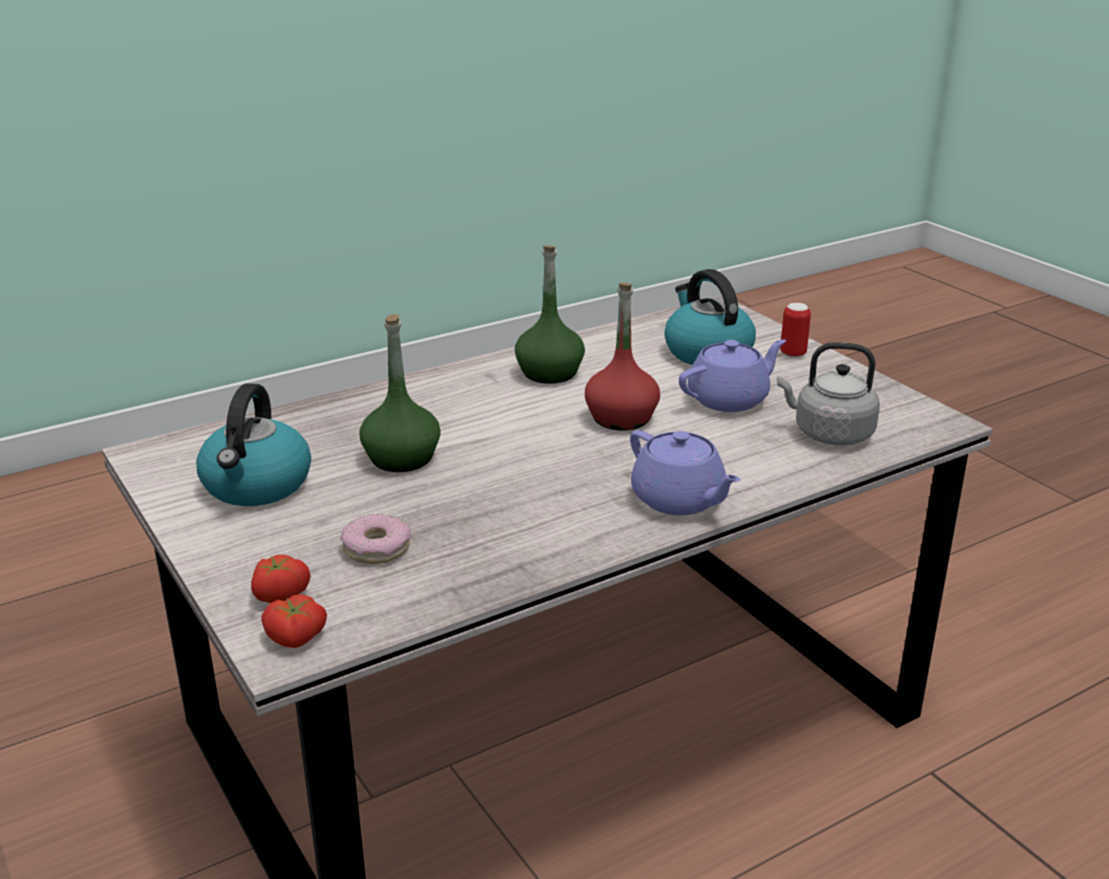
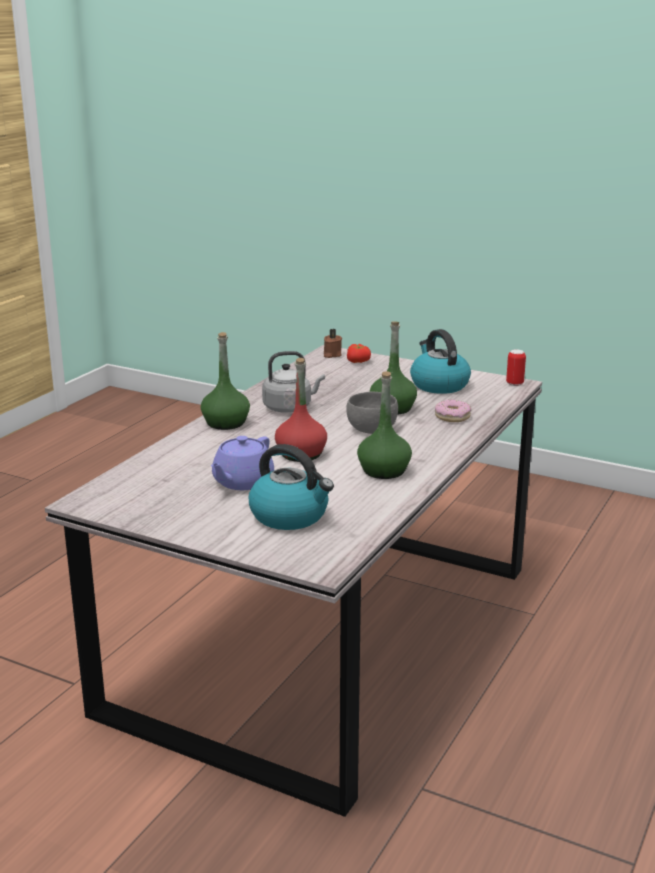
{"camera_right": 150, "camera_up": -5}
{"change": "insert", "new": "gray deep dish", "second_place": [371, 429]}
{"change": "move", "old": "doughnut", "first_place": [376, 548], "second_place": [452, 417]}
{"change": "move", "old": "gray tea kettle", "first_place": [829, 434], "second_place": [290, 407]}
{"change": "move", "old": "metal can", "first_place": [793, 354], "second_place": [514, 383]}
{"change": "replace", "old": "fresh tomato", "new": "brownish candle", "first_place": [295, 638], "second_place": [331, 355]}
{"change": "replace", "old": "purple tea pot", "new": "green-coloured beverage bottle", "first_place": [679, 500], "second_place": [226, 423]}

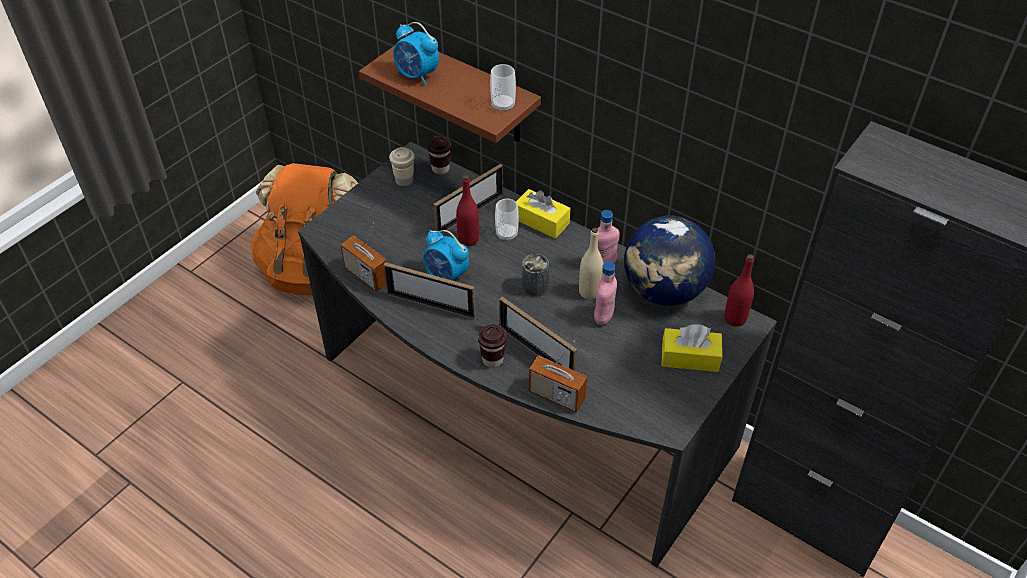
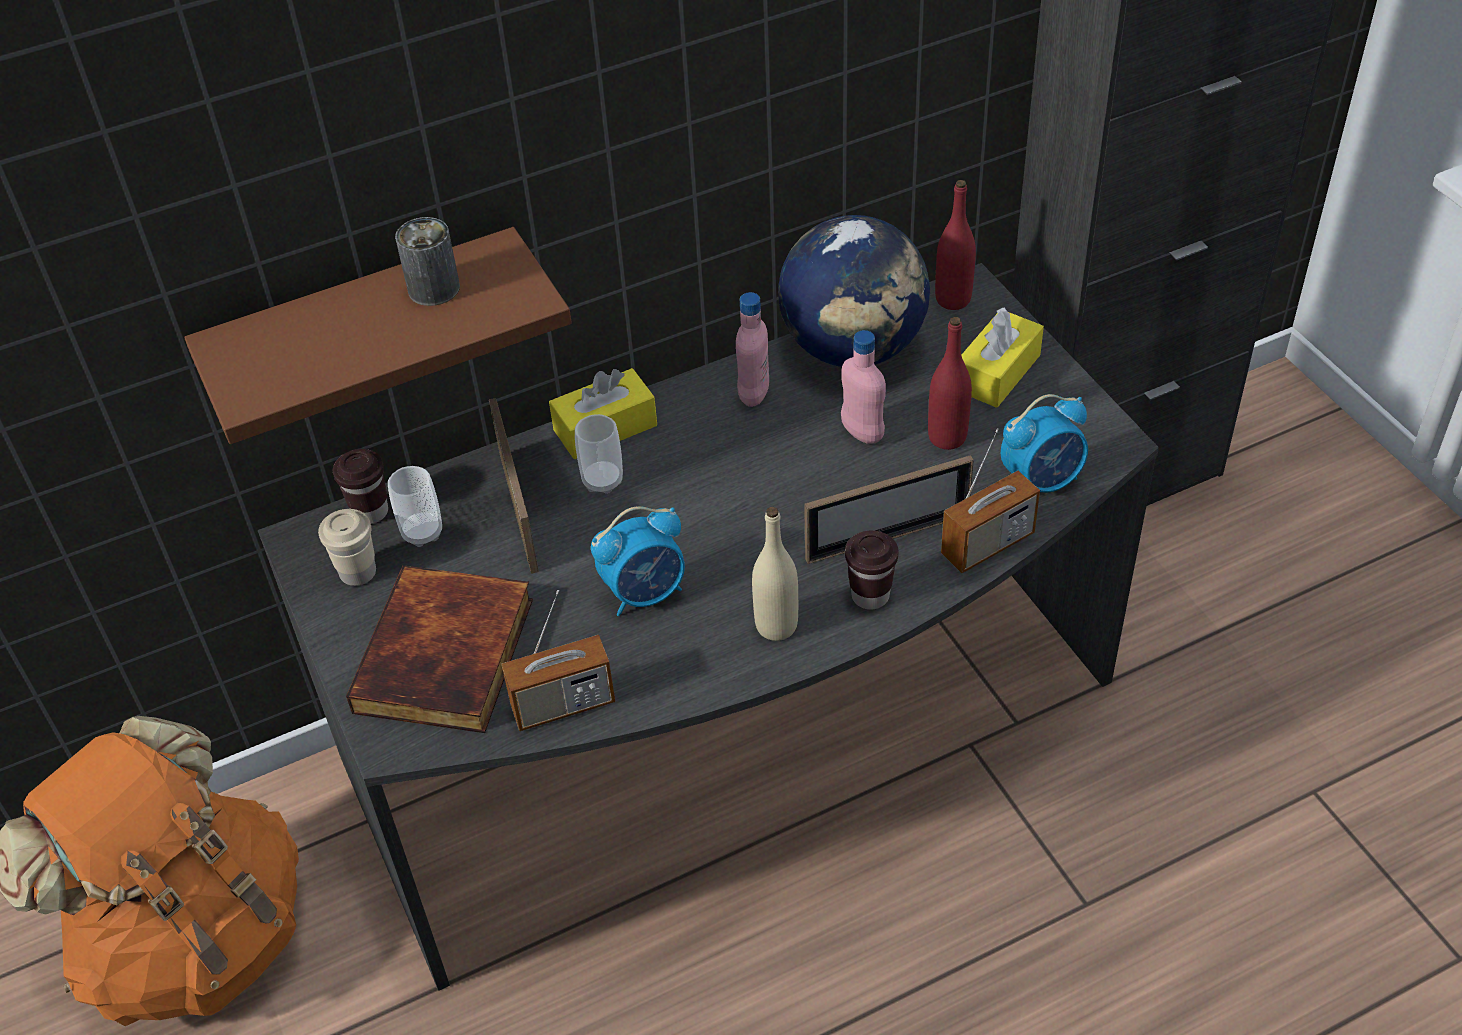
{"camera_right": -60, "camera_up": 0}
{"change": "delete", "old": "photo frame", "first_place": [431, 305]}
{"change": "insert", "new": "volume", "second_place": [448, 657]}
{"change": "move", "old": "table clock", "first_place": [417, 76], "second_place": [1042, 481]}
{"change": "move", "old": "reddish beverage bottle", "first_place": [468, 239], "second_place": [947, 437]}
{"change": "move", "old": "small cup", "first_place": [503, 105], "second_place": [422, 532]}
{"change": "move", "old": "metal can", "first_place": [535, 287], "second_place": [434, 288]}
{"change": "move", "old": "beige-coloured beverage bottle", "first_place": [589, 292], "second_place": [776, 626]}

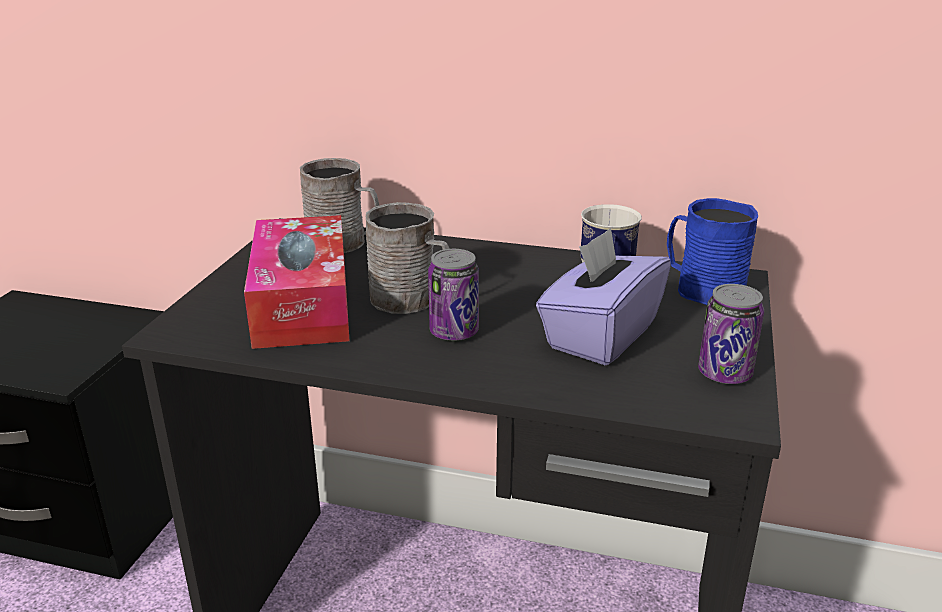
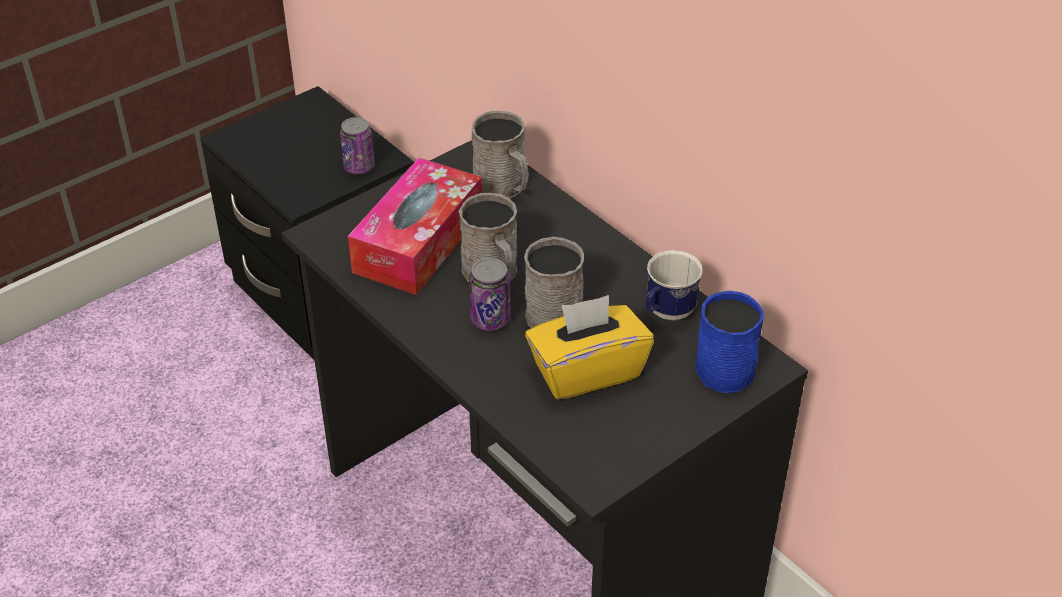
{"camera_right": 35, "camera_up": 15}
{"change": "insert", "new": "gray tea mug", "second_place": [558, 309]}
{"change": "move", "old": "metal can", "first_place": [724, 374], "second_place": [359, 167]}
{"change": "recolor", "old": "purple tissue box", "new": "yellow-coloured tissue box", "first_place": [600, 335], "second_place": [586, 371]}

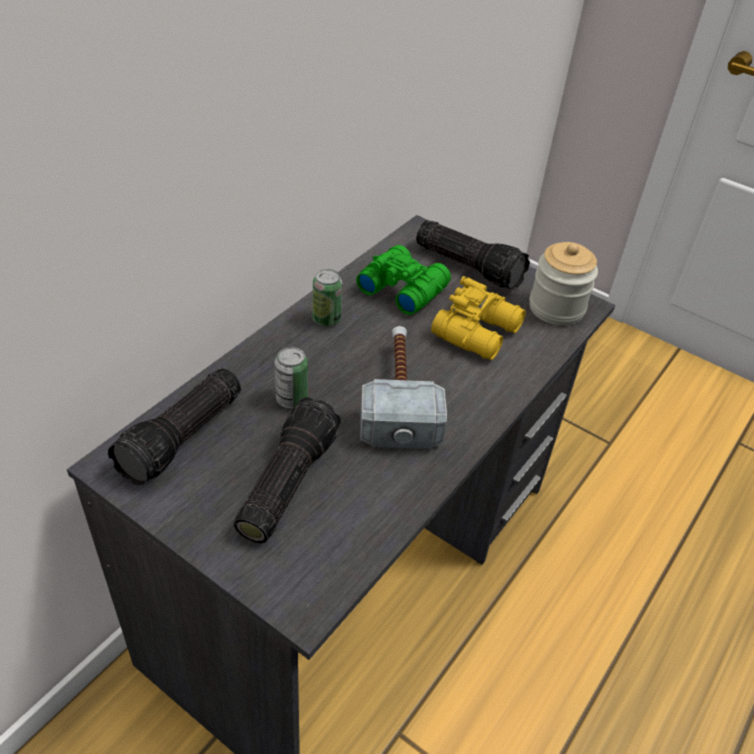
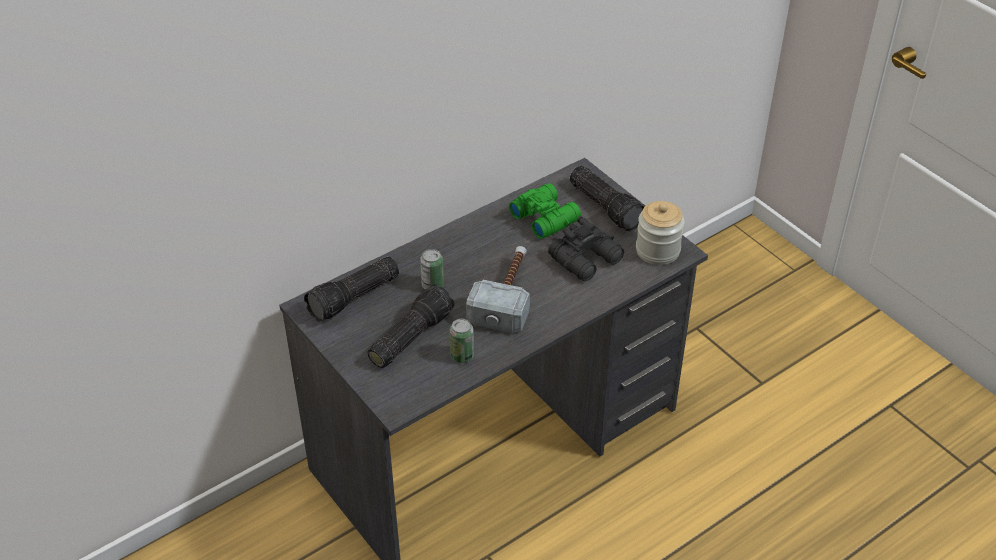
{"camera_right": 20, "camera_up": 0}
{"change": "move", "old": "metal can", "first_place": [326, 319], "second_place": [462, 356]}
{"change": "recolor", "old": "yellow-coloured pair of binoculars", "new": "black pair of binoculars", "first_place": [479, 332], "second_place": [587, 259]}

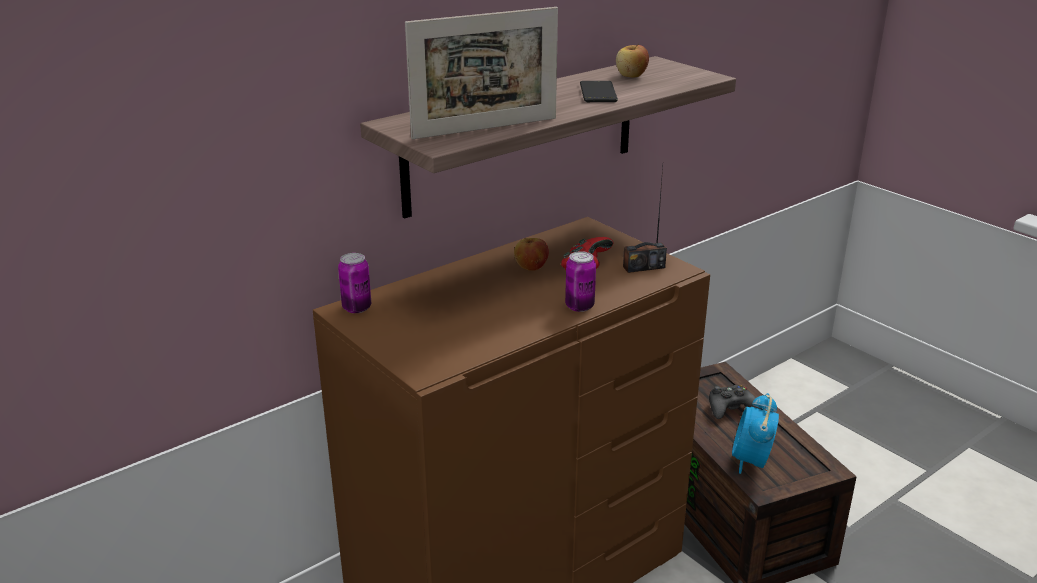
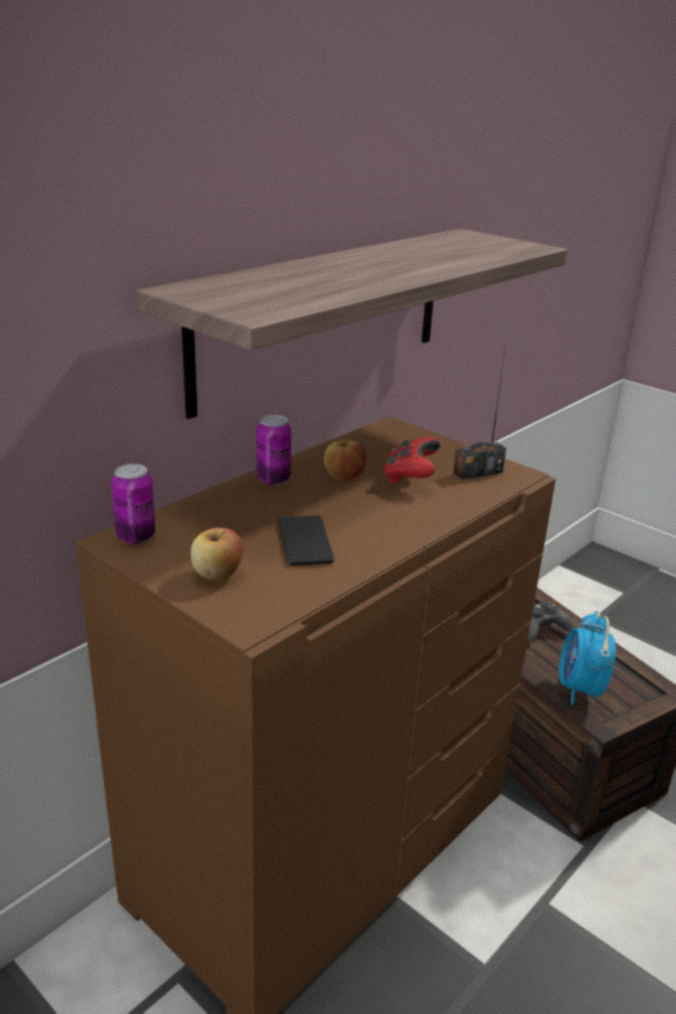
{"camera_right": -10, "camera_up": 0}
{"change": "delete", "old": "photo frame", "first_place": [485, 128]}
{"change": "move", "old": "metal can", "first_place": [579, 306], "second_place": [273, 479]}
{"change": "move", "old": "handset", "first_place": [598, 93], "second_place": [305, 541]}
{"change": "move", "old": "apple fruit", "first_place": [631, 76], "second_place": [217, 574]}

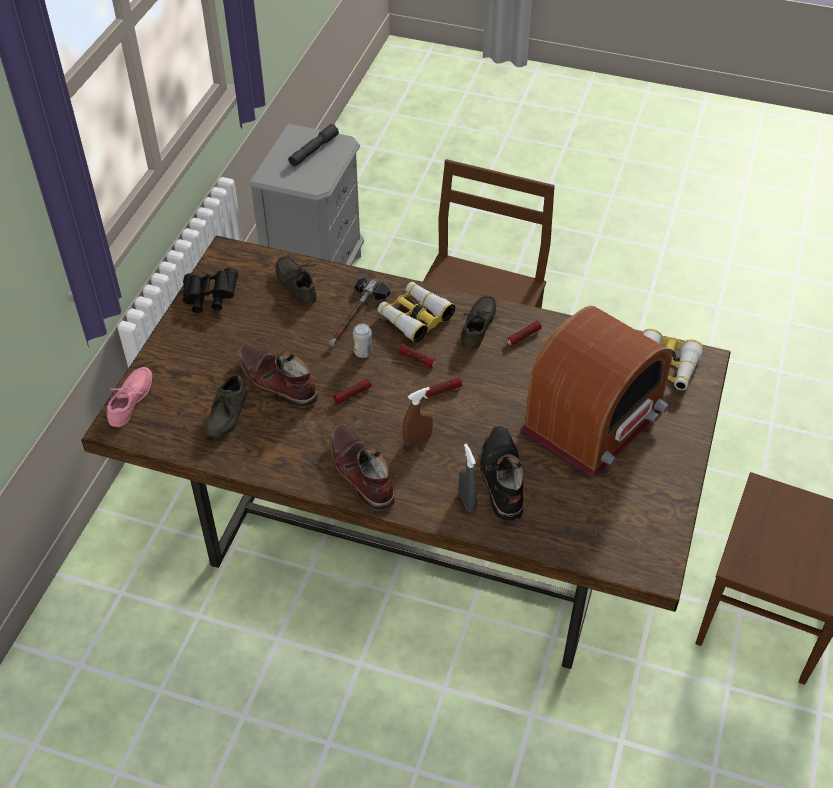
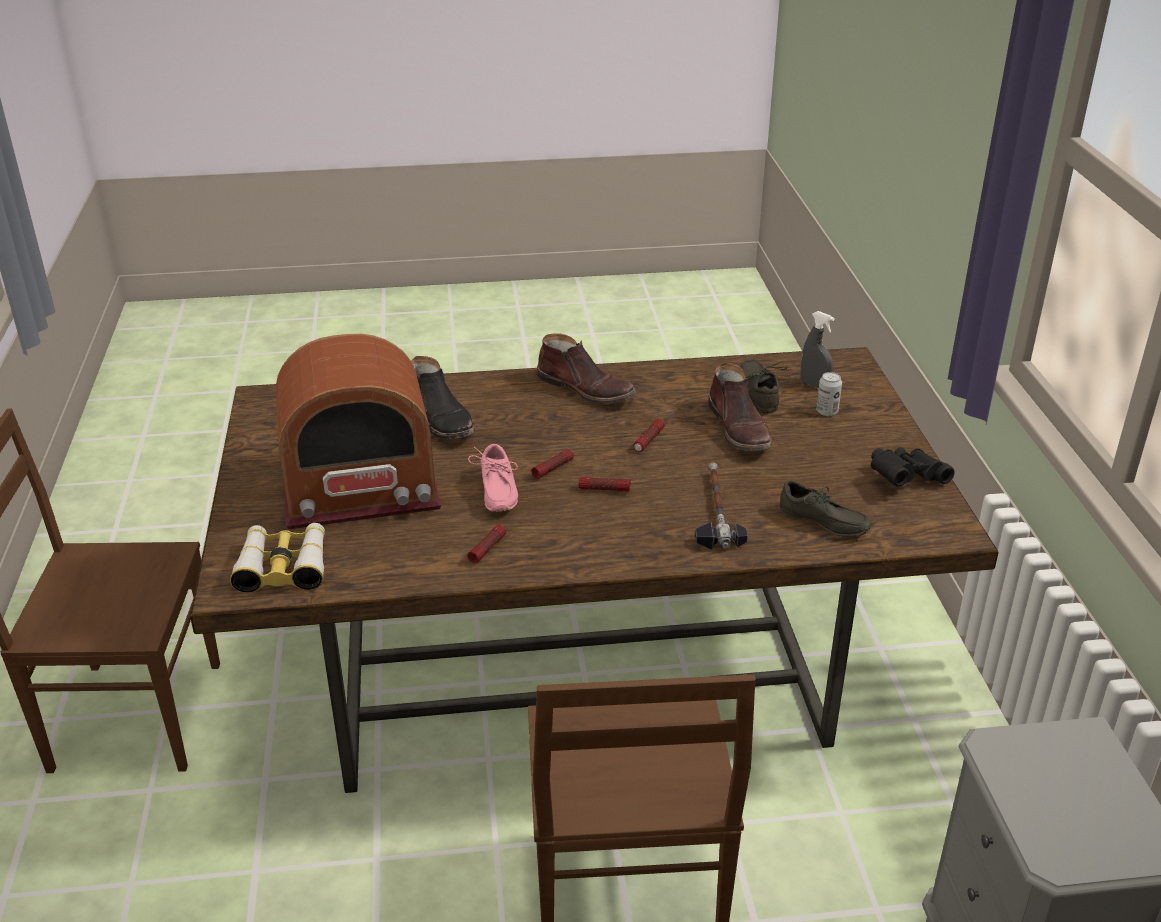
{"camera_right": 155, "camera_up": -15}
{"change": "delete", "old": "gray flashlight", "first_place": [313, 150]}
{"change": "delete", "old": "pair of binoculars", "first_place": [415, 317]}
{"change": "delete", "old": "brownish hand sprayer", "first_place": [417, 440]}
{"change": "delete", "old": "gray item of footwear", "first_place": [481, 327]}
{"change": "move", "old": "pink item of footwear", "first_place": [133, 402], "second_place": [495, 492]}
{"change": "move", "old": "metal can", "first_place": [363, 352], "second_place": [827, 411]}
{"change": "move", "old": "gray hand sprayer", "first_place": [467, 501], "second_place": [814, 385]}
{"change": "rotate", "old": "brownish high-top boot", "first_place": [276, 381], "second_place": [740, 429], "degrees": 60}
{"change": "rotate", "old": "radio", "first_place": [593, 421], "second_place": [360, 488], "degrees": -120}

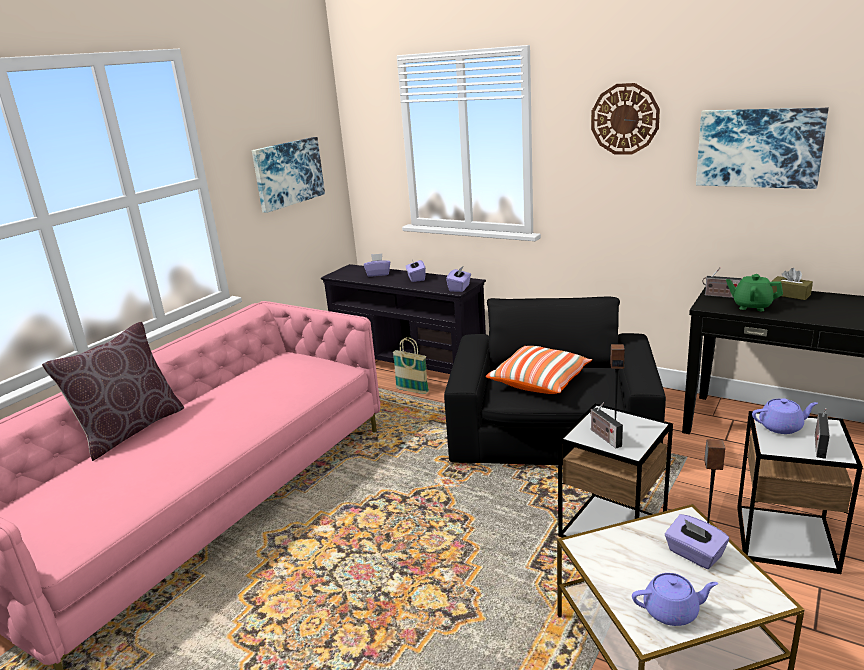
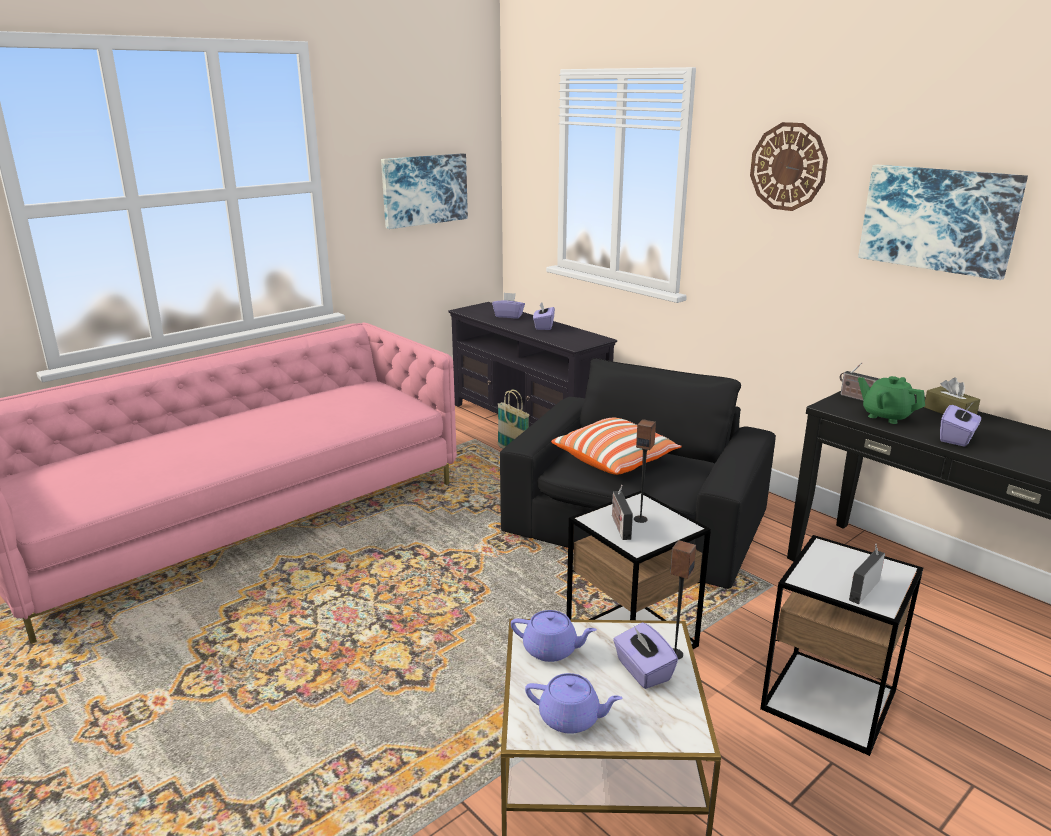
{"camera_right": 15, "camera_up": 0}
{"change": "delete", "old": "brownish throw pillow", "first_place": [130, 430]}
{"change": "move", "old": "purple tissue box", "first_place": [459, 288], "second_place": [957, 438]}
{"change": "move", "old": "purple tea pot", "first_place": [781, 427], "second_place": [551, 650]}

